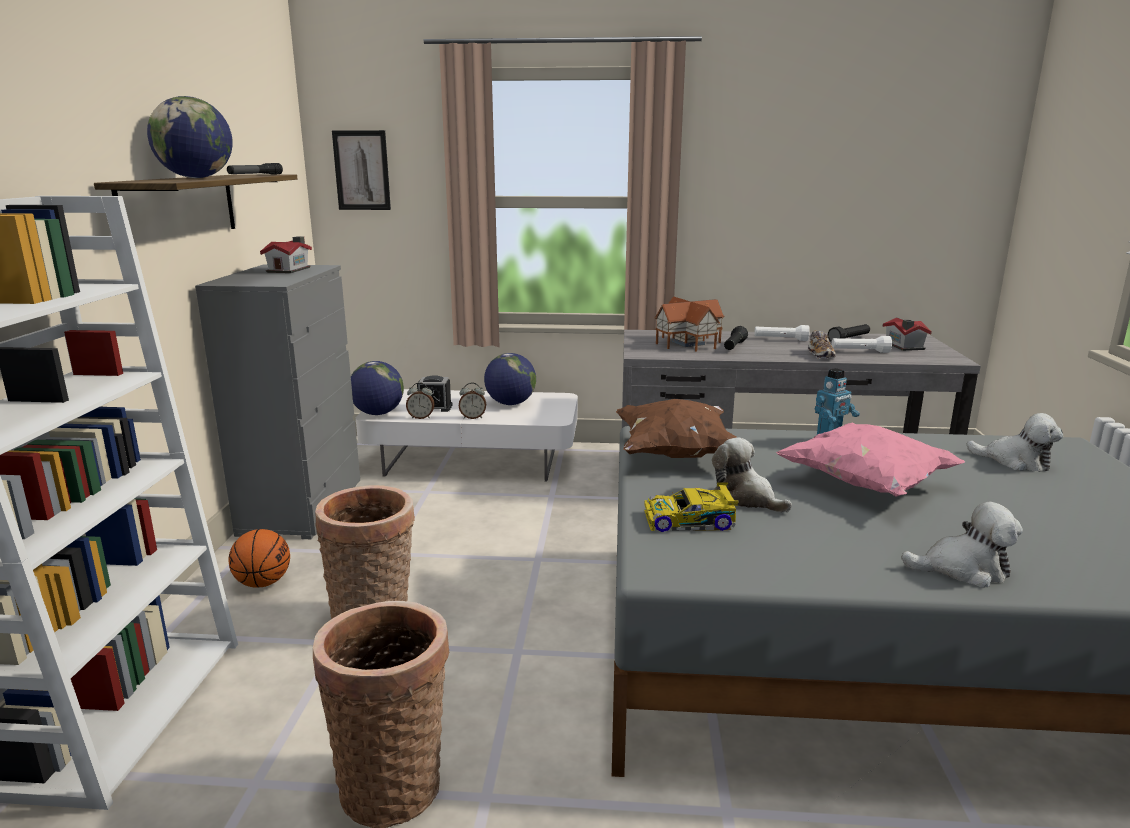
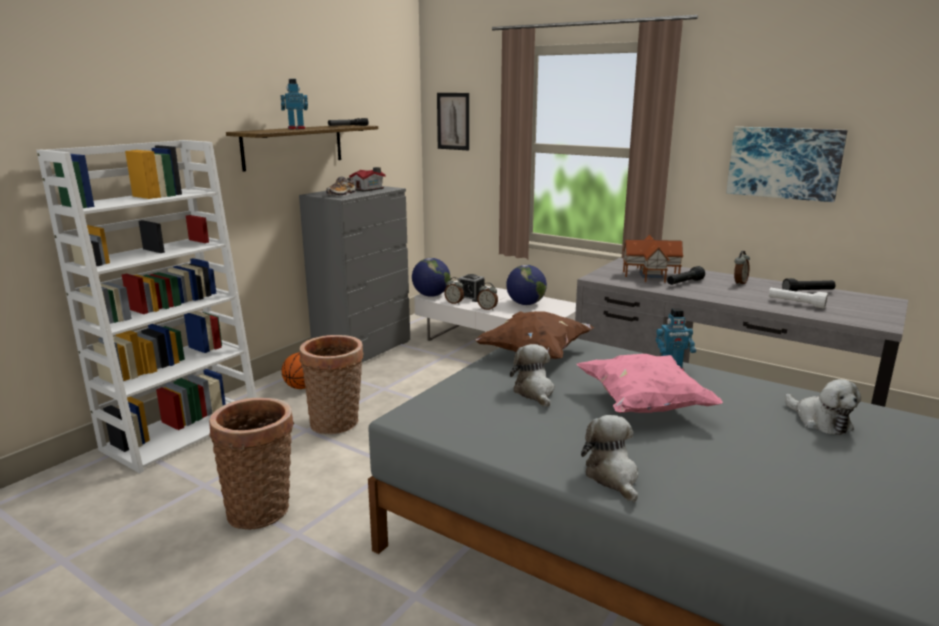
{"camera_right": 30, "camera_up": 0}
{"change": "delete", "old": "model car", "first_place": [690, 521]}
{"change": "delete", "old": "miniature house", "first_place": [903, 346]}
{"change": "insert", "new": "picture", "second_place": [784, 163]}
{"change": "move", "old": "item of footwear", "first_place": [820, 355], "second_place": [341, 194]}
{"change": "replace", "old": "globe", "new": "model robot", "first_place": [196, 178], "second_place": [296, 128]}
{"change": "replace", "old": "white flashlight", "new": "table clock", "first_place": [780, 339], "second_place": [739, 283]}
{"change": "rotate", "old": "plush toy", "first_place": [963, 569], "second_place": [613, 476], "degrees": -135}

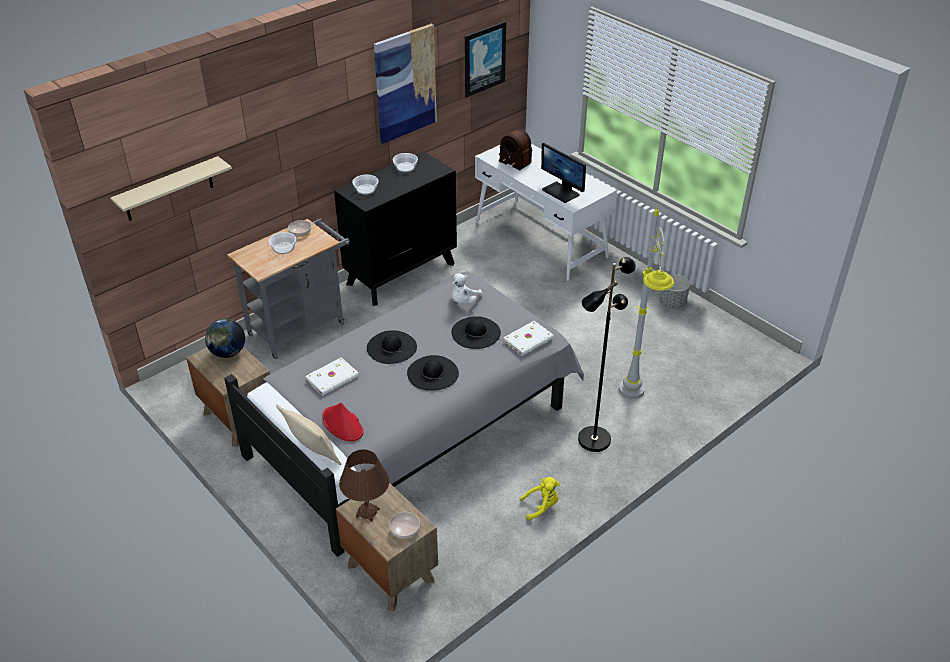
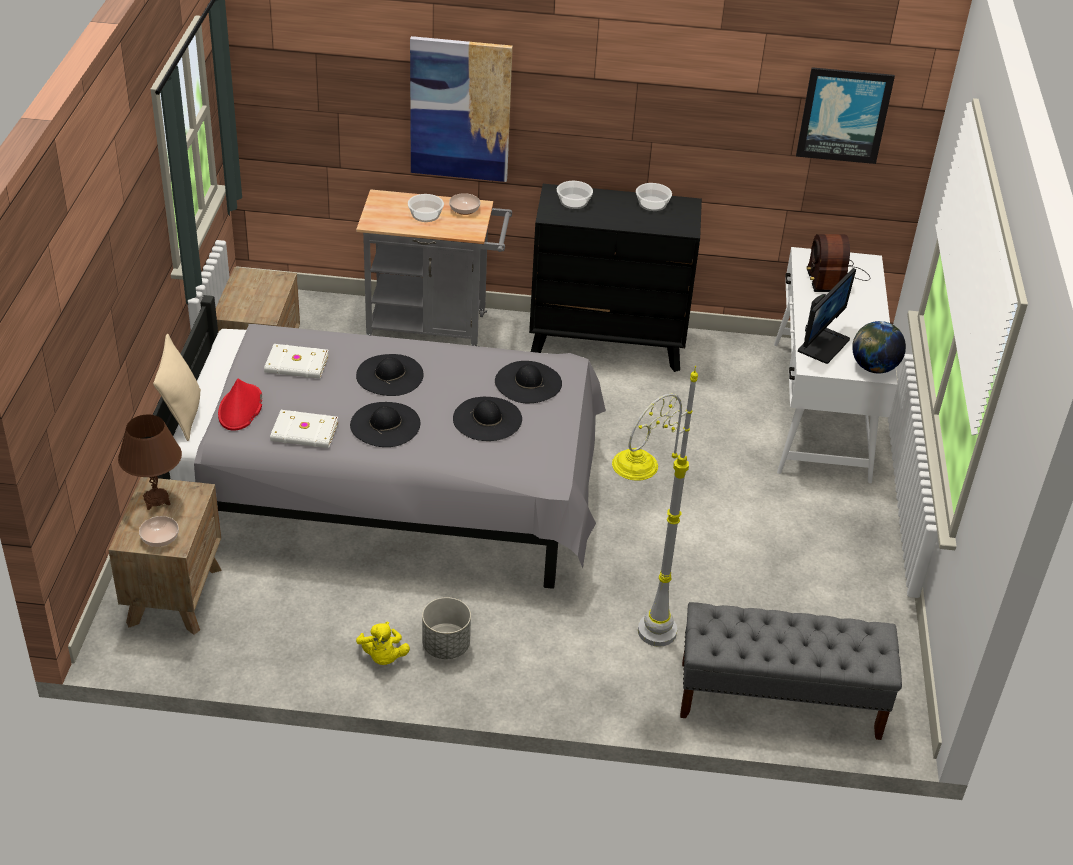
{"camera_right": 45, "camera_up": 0}
{"change": "delete", "old": "beige-coloured shelf", "first_place": [168, 189]}
{"change": "delete", "old": "black floor lamp", "first_place": [593, 439]}
{"change": "insert", "new": "gray bench", "second_place": [779, 700]}
{"change": "move", "old": "globe", "first_place": [228, 353], "second_place": [873, 368]}
{"change": "move", "old": "picture", "first_place": [405, 83], "second_place": [460, 109]}
{"change": "move", "old": "white volume", "first_place": [529, 340], "second_place": [304, 433]}
{"change": "move", "old": "gray planter", "first_place": [672, 303], "second_place": [446, 646]}
{"change": "replace", "old": "white plush toy", "new": "black clothing hat", "first_place": [463, 301], "second_place": [528, 382]}
{"change": "rotate", "old": "yellow-coloured plush toy", "first_place": [541, 506], "second_place": [383, 657], "degrees": 45}
{"change": "rotate", "old": "computer screen", "first_place": [561, 192], "second_place": [822, 344], "degrees": -150}

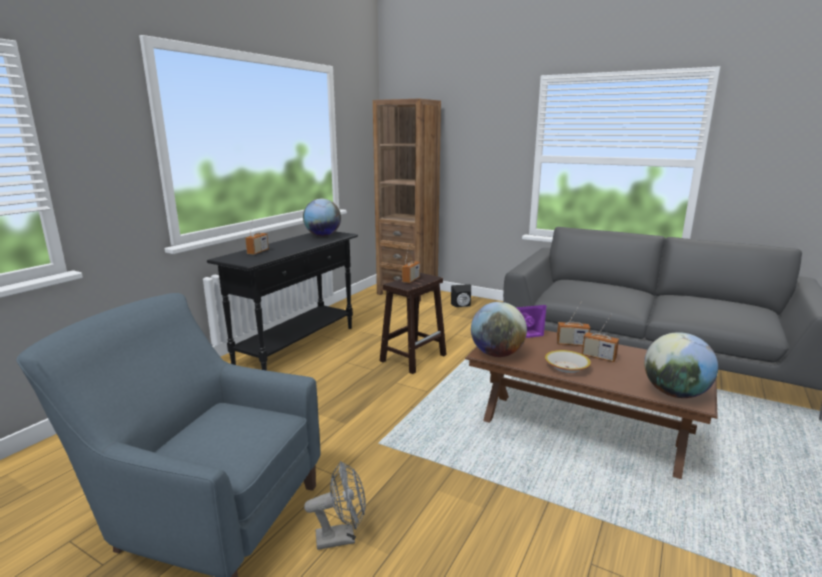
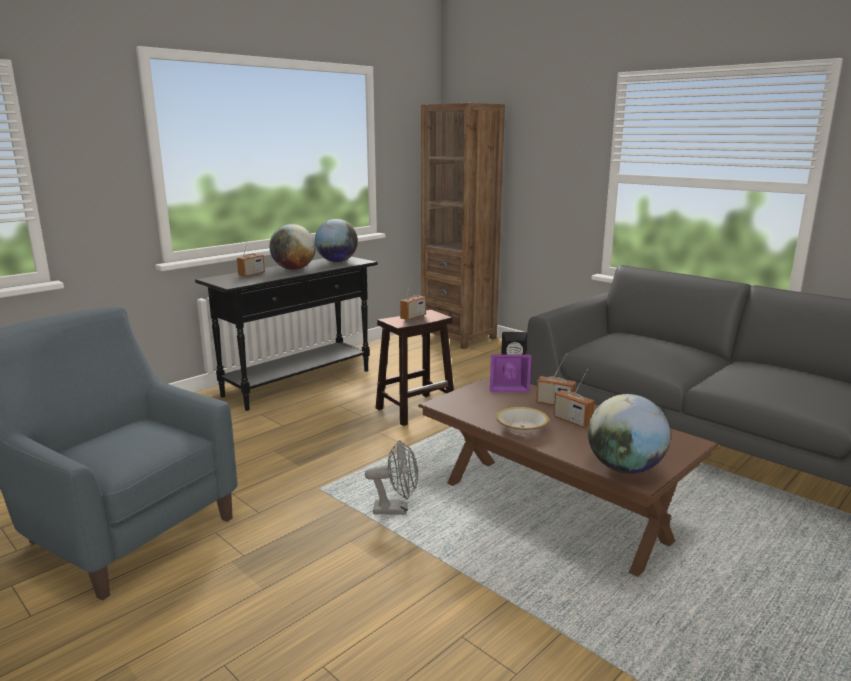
{"camera_right": 15, "camera_up": 0}
{"change": "move", "old": "gray electric fan", "first_place": [342, 537], "second_place": [396, 509]}
{"change": "move", "old": "globe", "first_place": [497, 354], "second_place": [294, 269]}

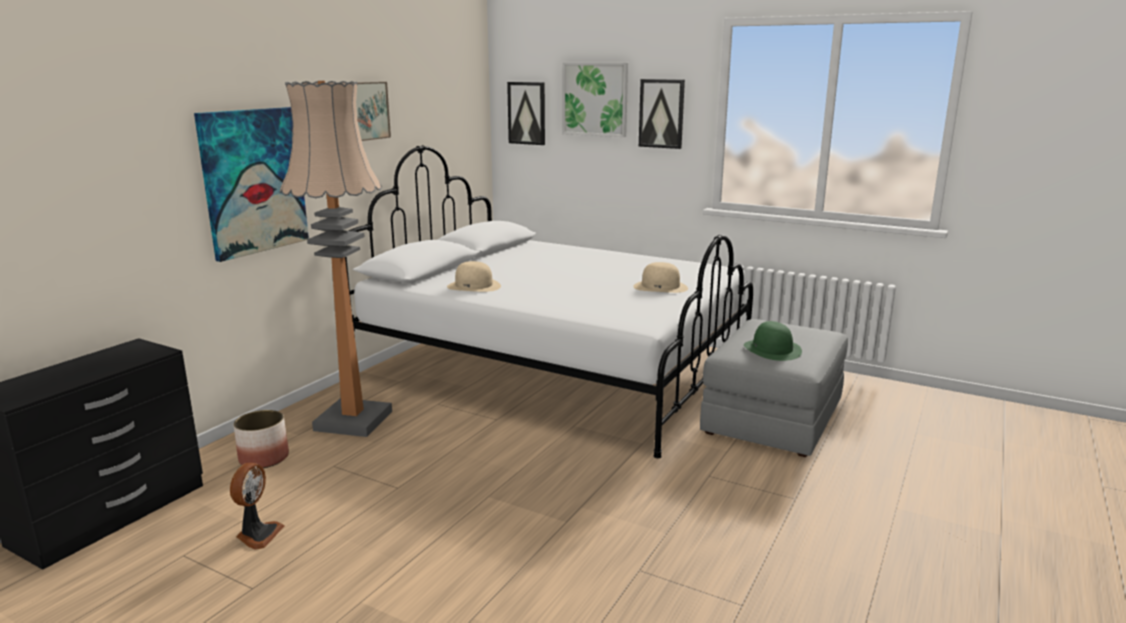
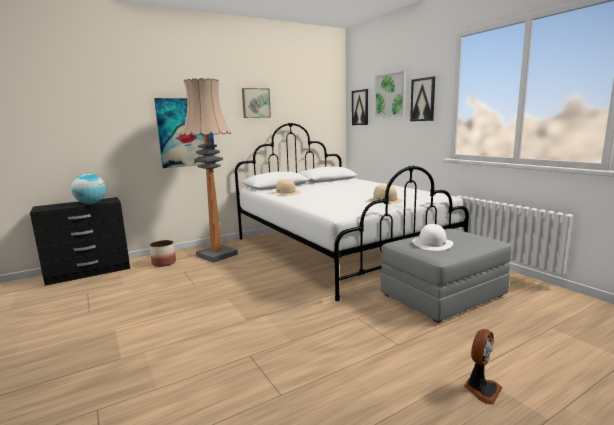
{"camera_right": 30, "camera_up": -5}
{"change": "insert", "new": "globe", "second_place": [91, 203]}
{"change": "move", "old": "electric fan", "first_place": [258, 535], "second_place": [481, 389]}
{"change": "recolor", "old": "green-coloured clothing hat", "new": "white clothing hat", "first_place": [772, 349], "second_place": [432, 243]}

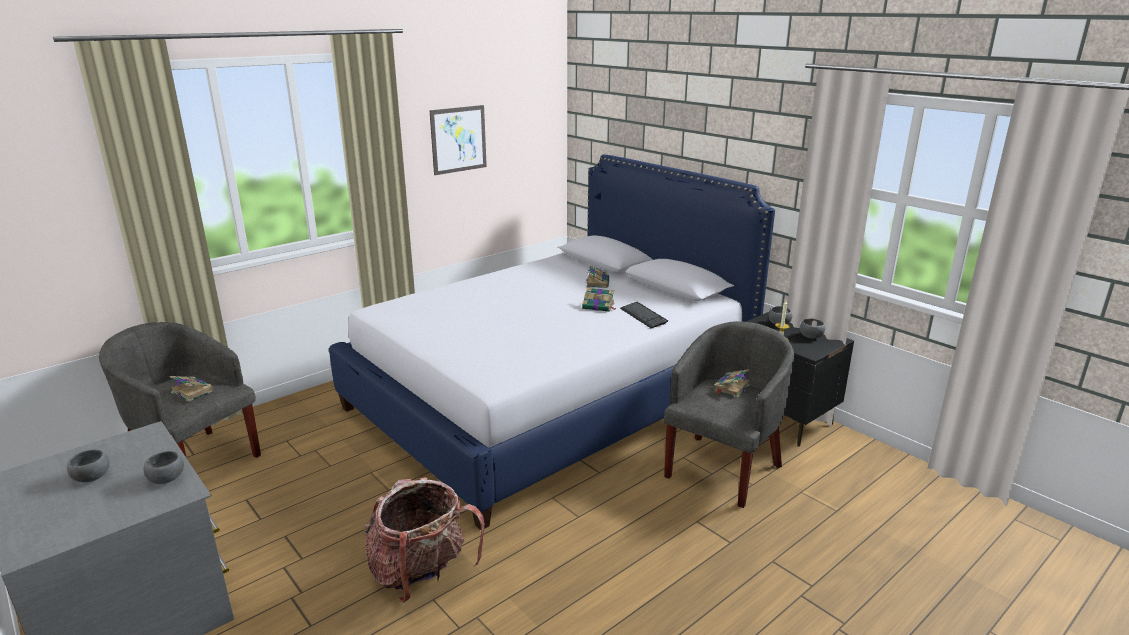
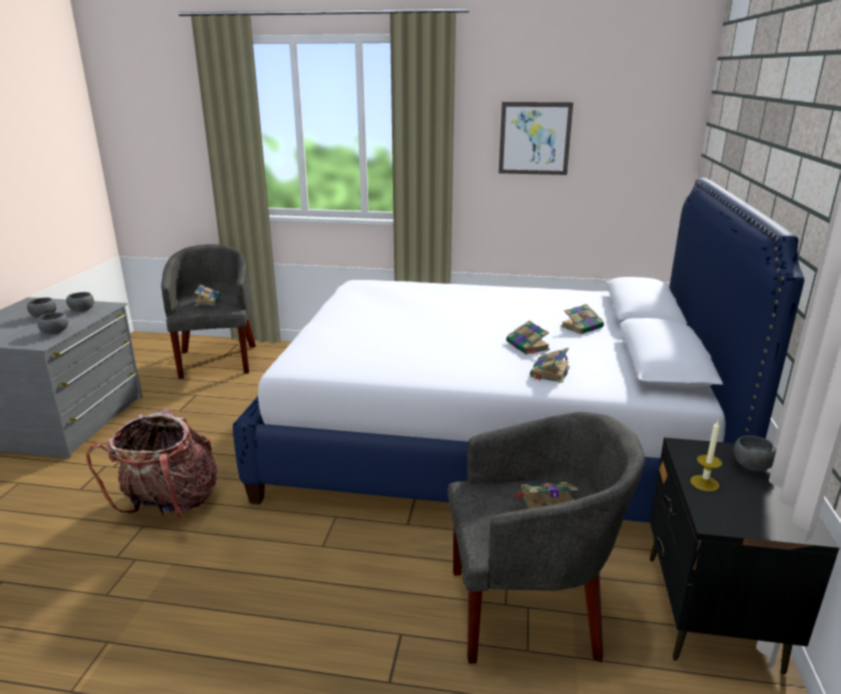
{"camera_right": 50, "camera_up": 0}
{"change": "move", "old": "gray deep dish", "first_place": [811, 337], "second_place": [82, 310]}
{"change": "replace", "old": "PC keyboard", "new": "volume", "first_place": [643, 316], "second_place": [549, 372]}

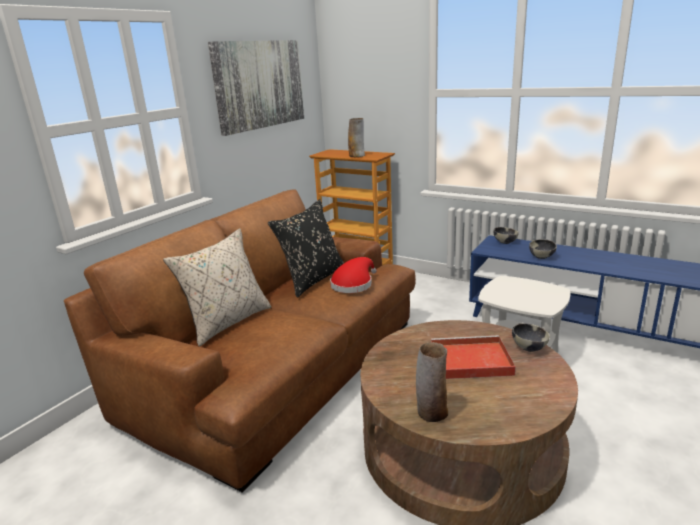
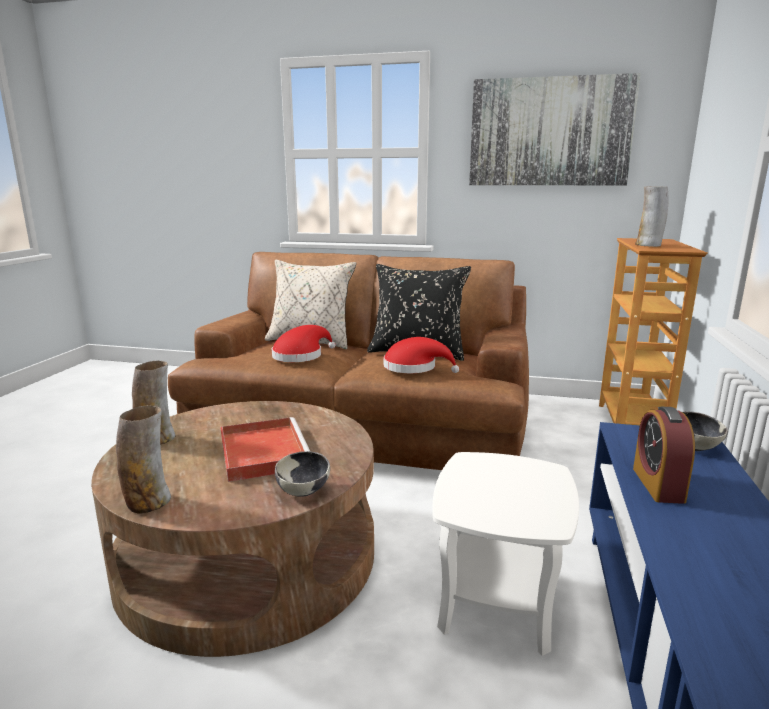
{"camera_right": 70, "camera_up": -5}
{"change": "insert", "new": "flower vase", "second_place": [148, 502]}
{"change": "insert", "new": "reddish clothing hat", "second_place": [300, 355]}
{"change": "replace", "old": "deep dish", "new": "table clock", "first_place": [542, 257], "second_place": [658, 484]}

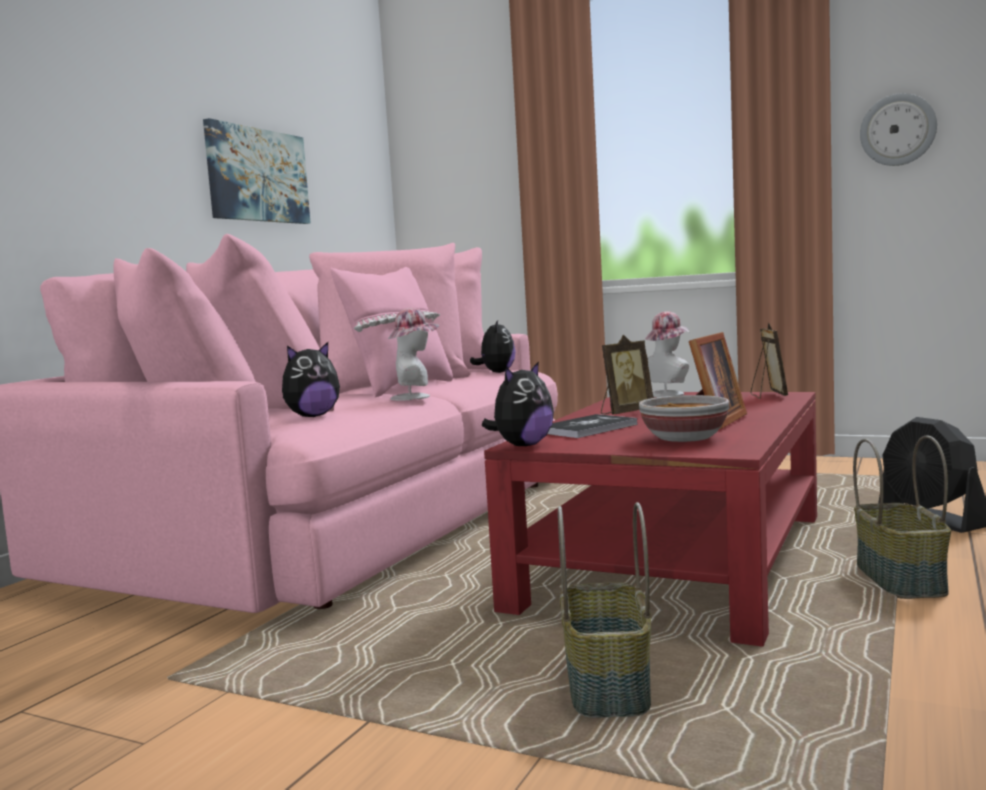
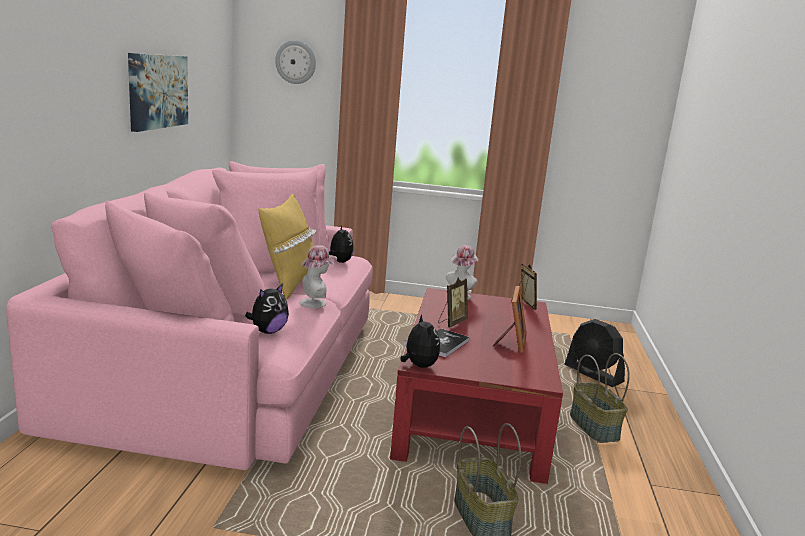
{"camera_right": -20, "camera_up": 10}
{"change": "delete", "old": "deep dish", "first_place": [684, 438]}
{"change": "move", "old": "hanging clock", "first_place": [897, 130], "second_place": [296, 62]}
{"change": "recolor", "old": "pink throw pillow", "new": "yellow-coloured throw pillow", "first_place": [399, 388], "second_place": [289, 284]}
{"change": "rotate", "old": "plush toy", "first_place": [522, 445], "second_place": [418, 366], "degrees": -45}

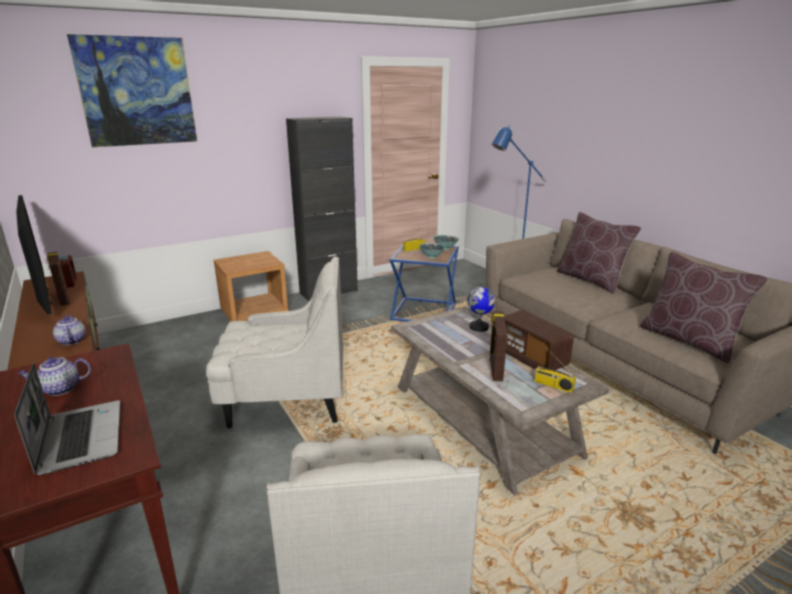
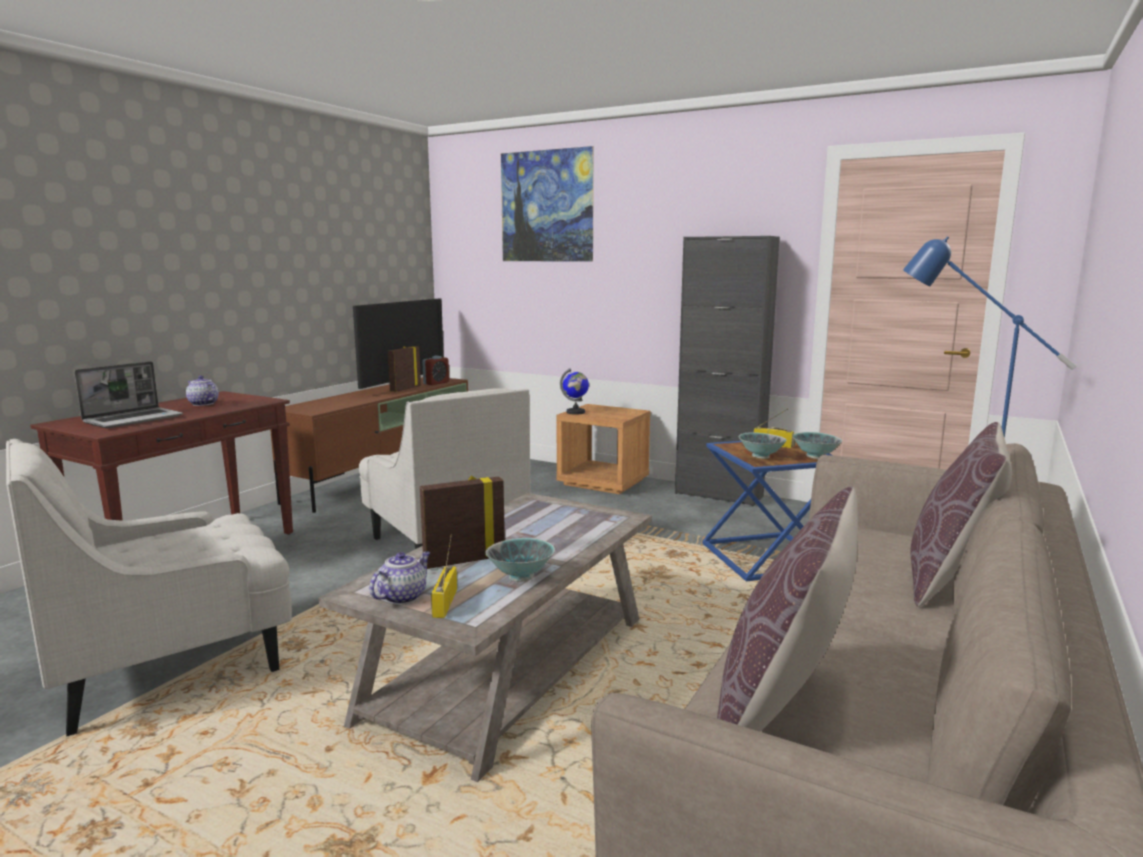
{"camera_right": 60, "camera_up": -10}
{"change": "move", "old": "tea pot", "first_place": [71, 341], "second_place": [403, 596]}
{"change": "move", "old": "globe", "first_place": [479, 327], "second_place": [575, 412]}
{"change": "replace", "old": "radio", "new": "deep dish", "first_place": [531, 358], "second_place": [521, 577]}

